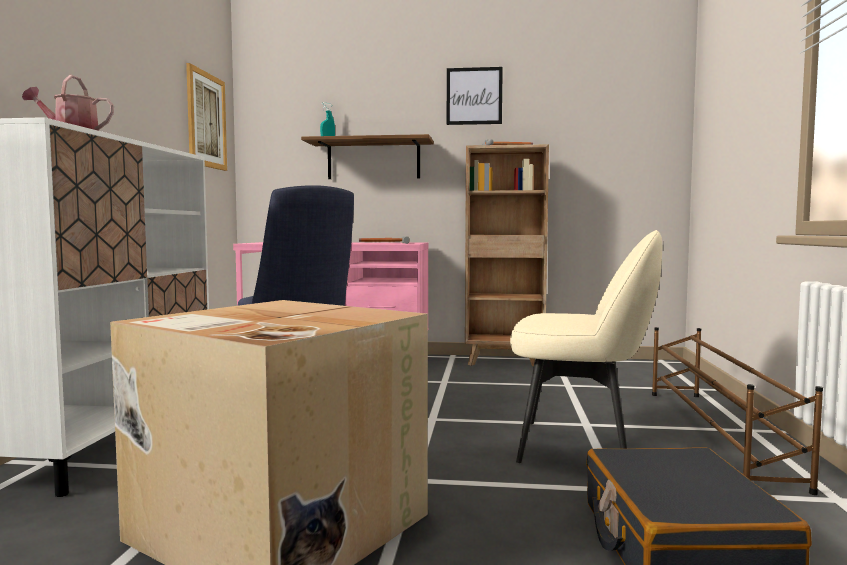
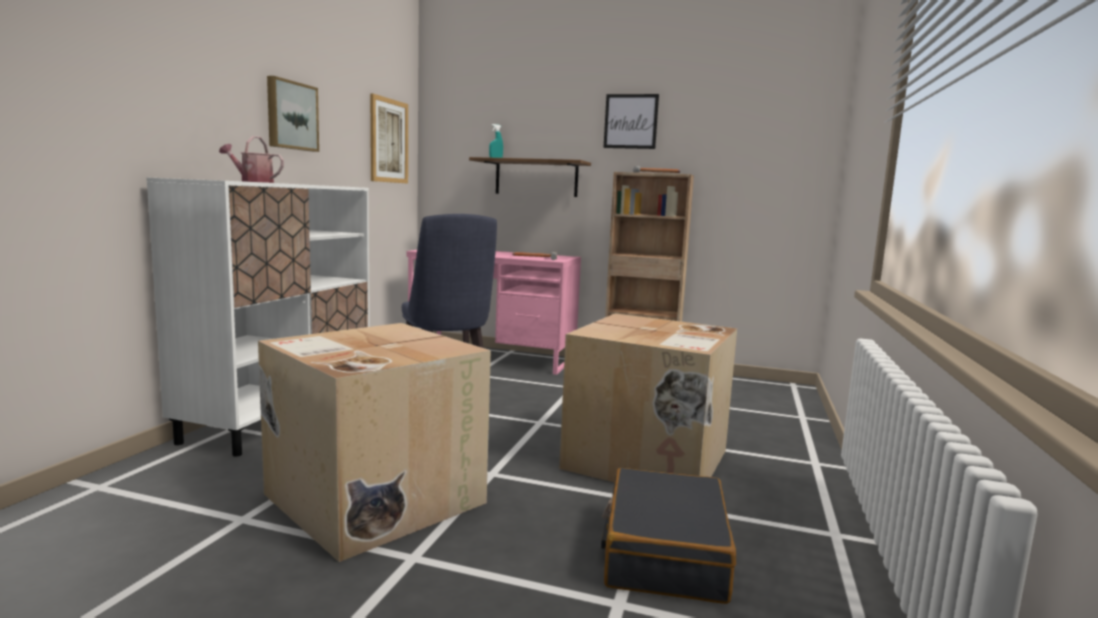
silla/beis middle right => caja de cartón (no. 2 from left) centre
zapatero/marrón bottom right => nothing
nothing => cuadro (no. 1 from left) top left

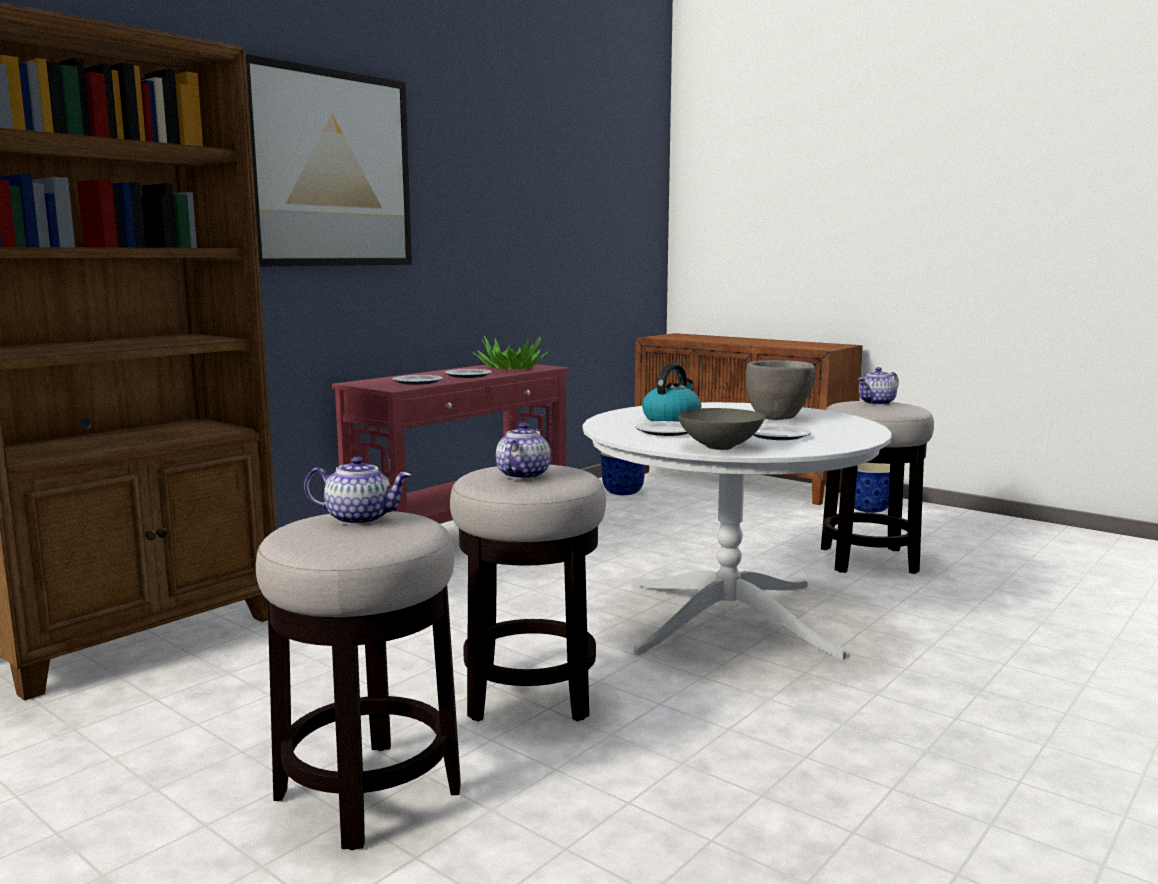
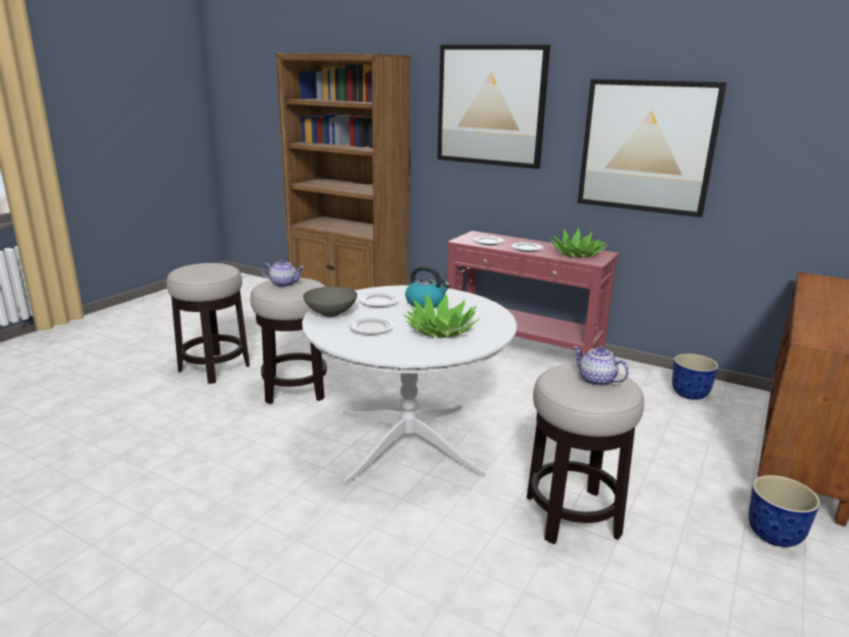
cuenco/gris (no. 2 from left) middle right => planta en maceta (no. 1 from left) centre
tetera (no. 1 from left) middle left => nothing
nothing => cuadro (no. 2 from left) top right

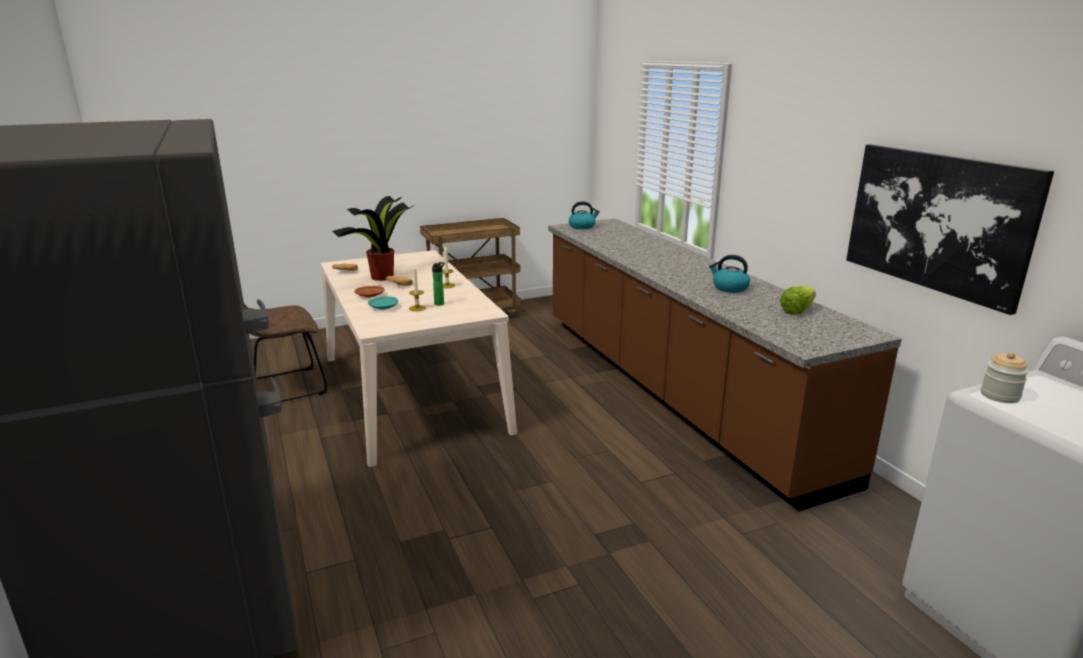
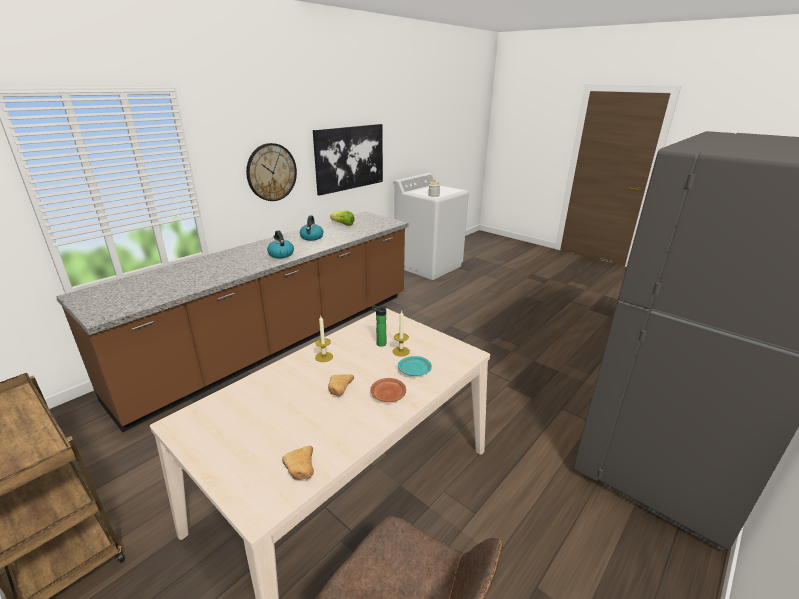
planta en maceta centre => nothing
hervidor (no. 1 from left) top centre => hervidor (no. 1 from left) centre, relocated
nothing => reloj de pared top centre

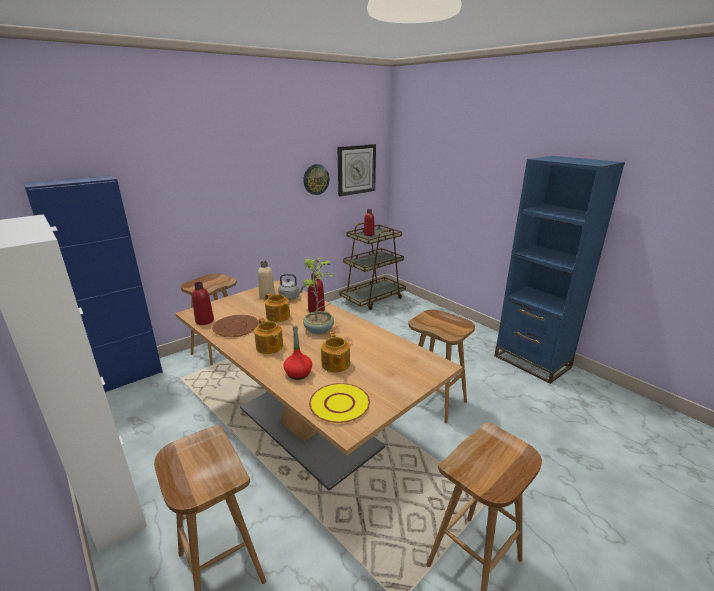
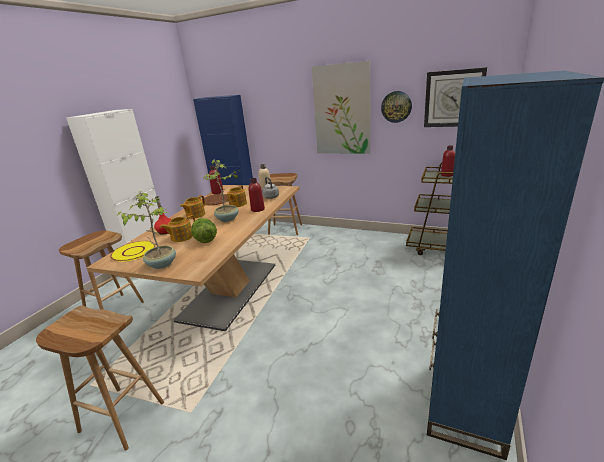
taburete/marrón (no. 3 from left) centre => nothing
nothing => cuadro top centre
nothing => planta en maceta (no. 1 from left) middle left
nothing => lechuga centre

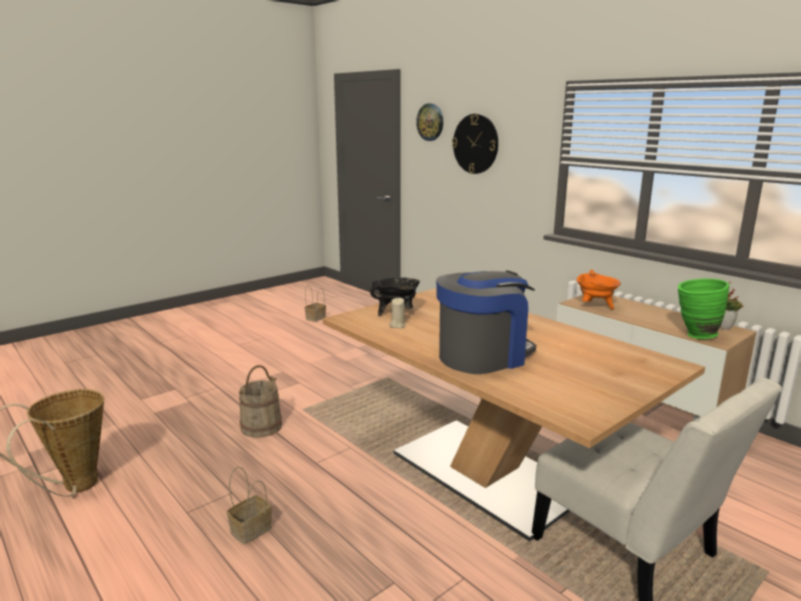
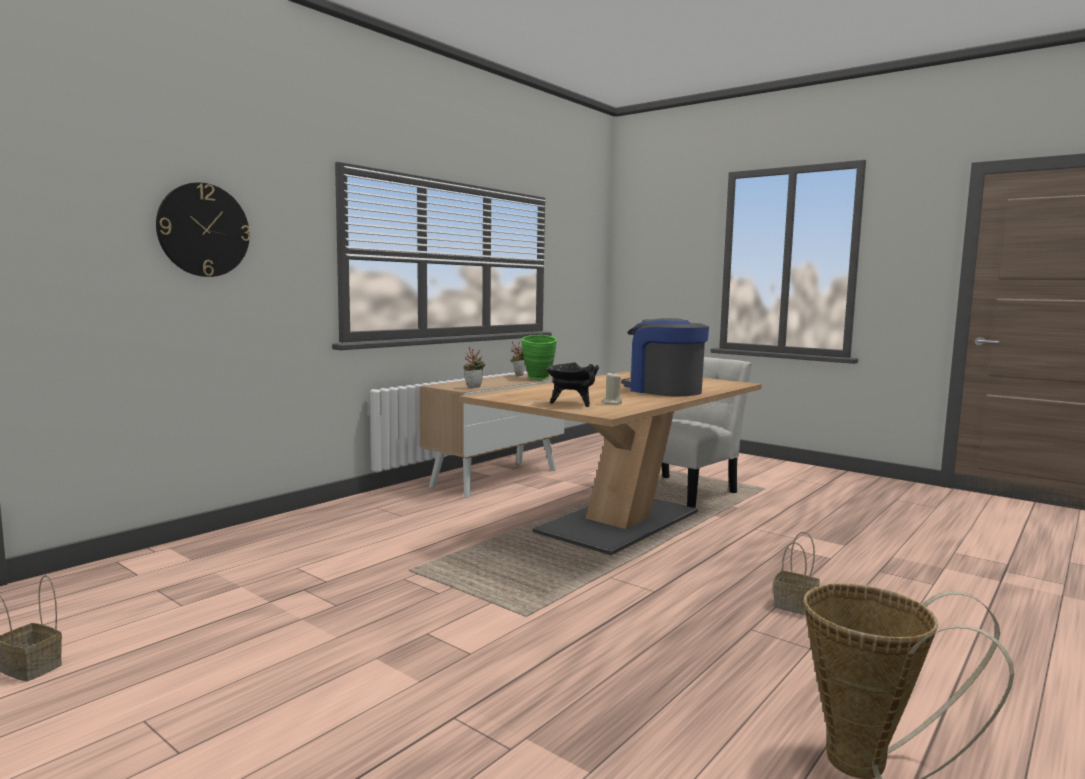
reloj de pared (no. 1 from left) top centre => nothing
olla/naranja middle right => planta en maceta (no. 1 from left) centre
cubo/beis bottom left => nothing

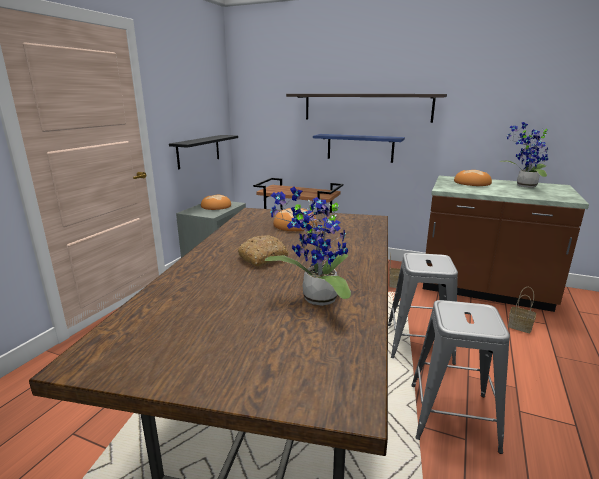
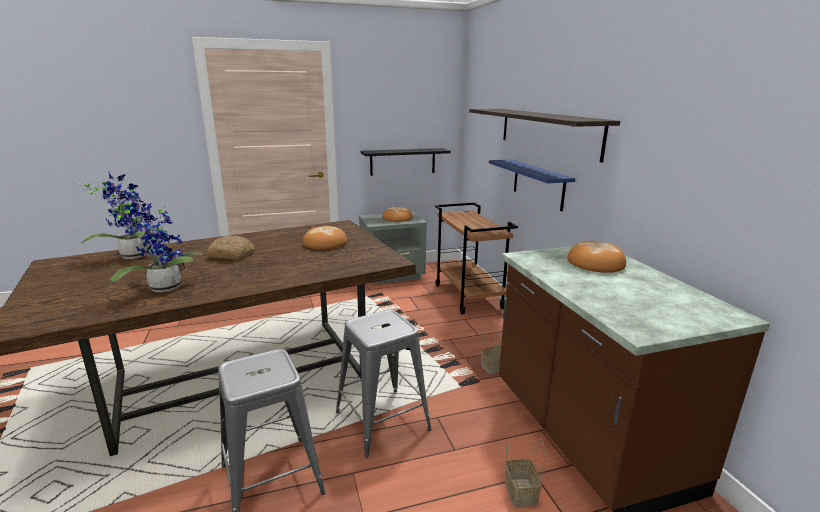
planta en maceta (no. 2 from left in the first image) top right => planta en maceta (no. 1 from left) middle left, relocated

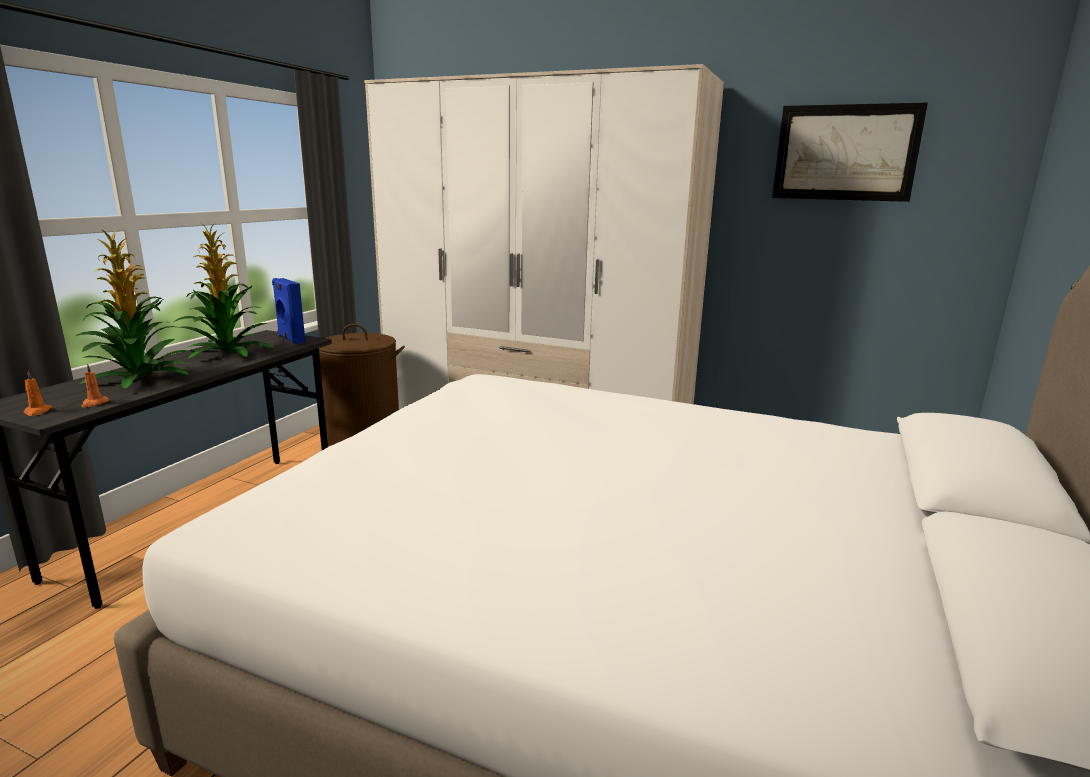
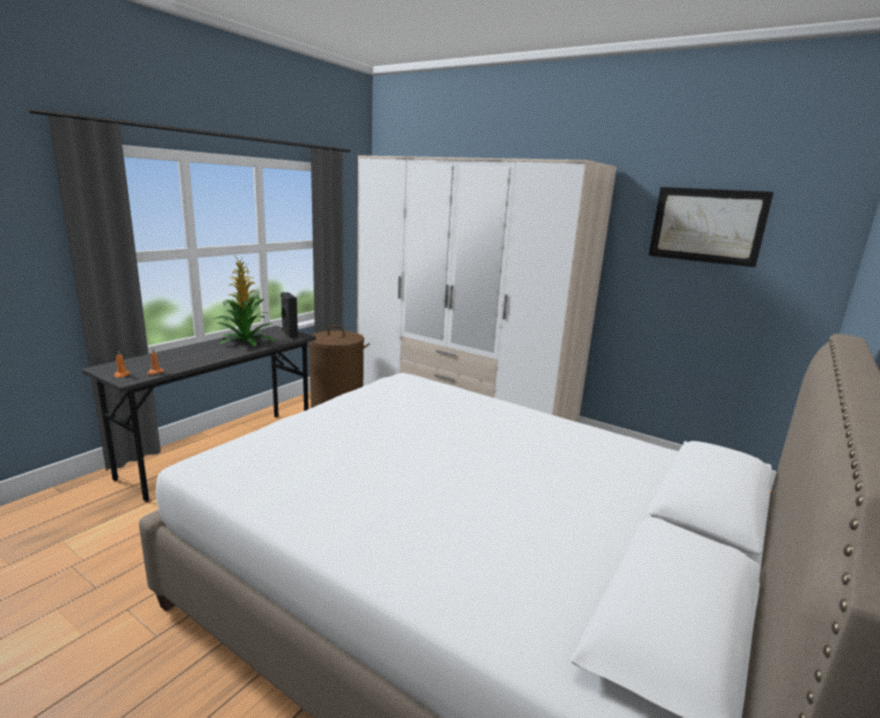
planta en maceta (no. 1 from left) middle left => nothing
altavoz/azul middle left => altavoz/negro middle left

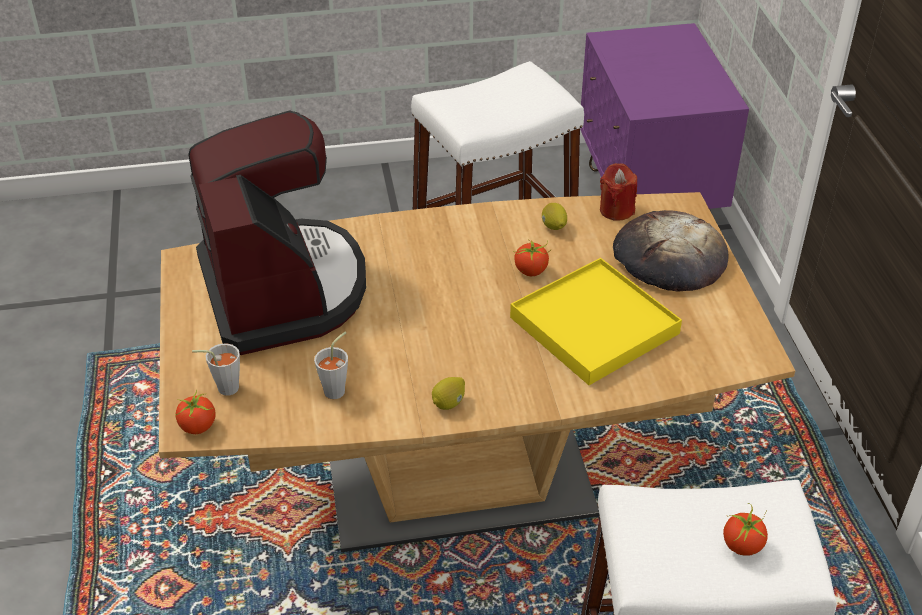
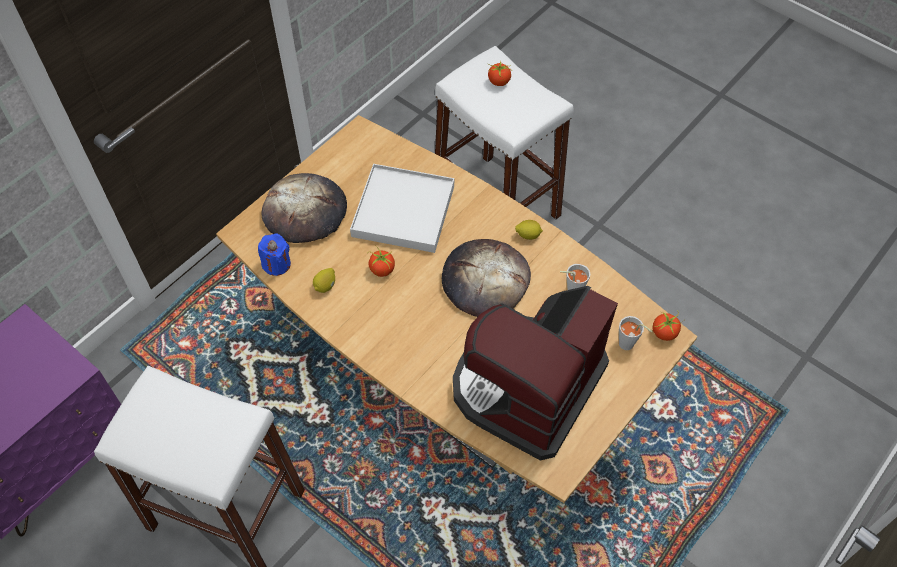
vela/rojo top right => vela/azul middle left
bandeja/amarillo centre => bandeja/blanco centre
nothing => pan (no. 2 from left) centre

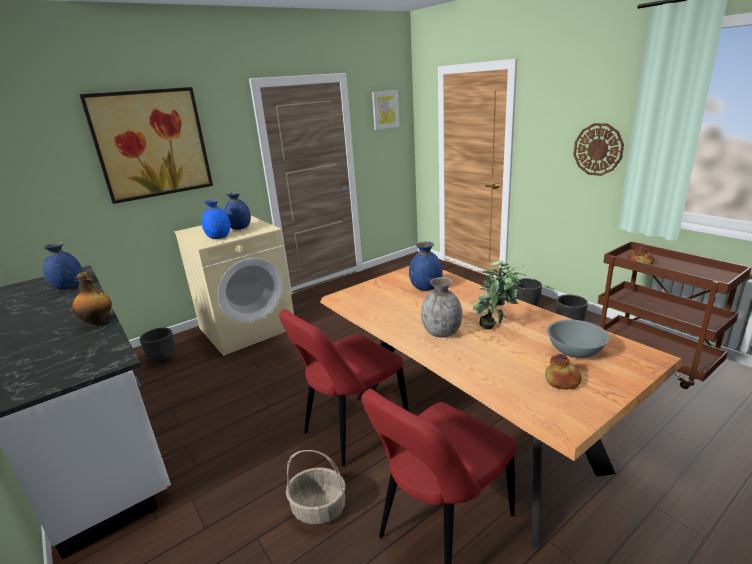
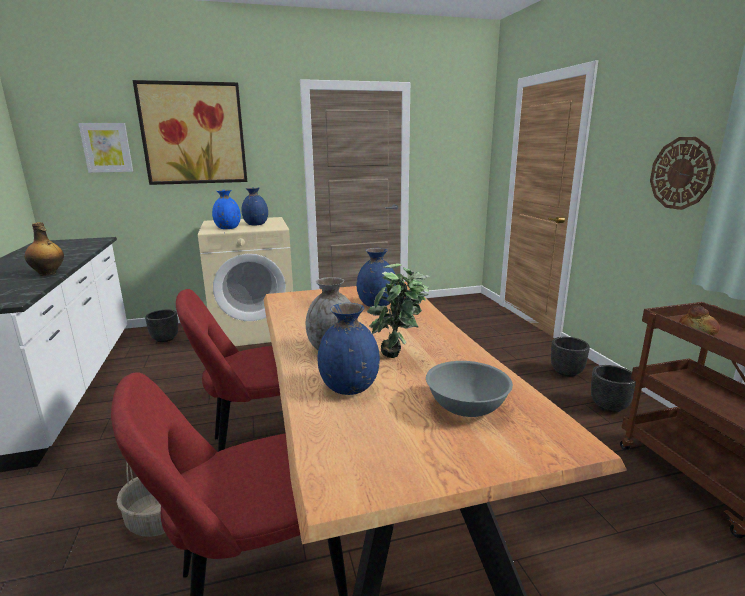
cuadro (no. 2 from left in the first image) top centre => cuadro (no. 1 from left) top left, relocated
florero/azul (no. 1 from left in the first image) middle left => florero/azul (no. 3 from left) centre, relocated
pan (no. 1 from left) middle right => nothing

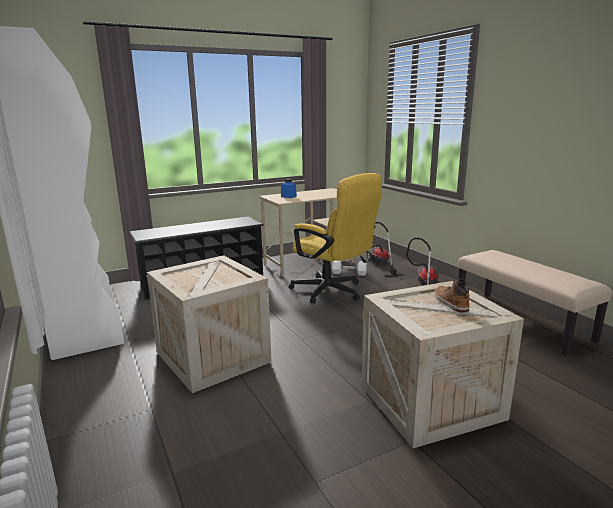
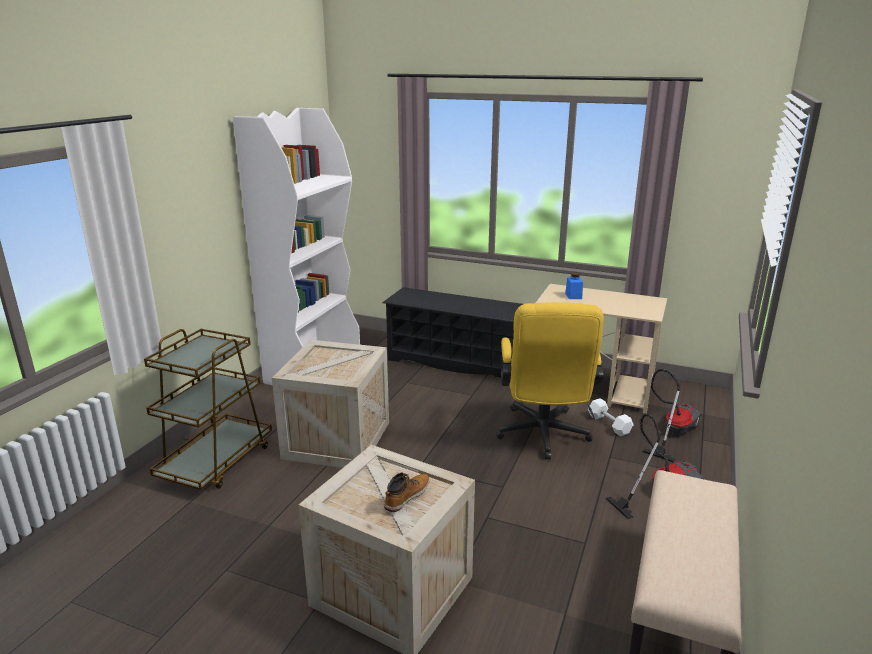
nothing => carrito/marrón middle left

